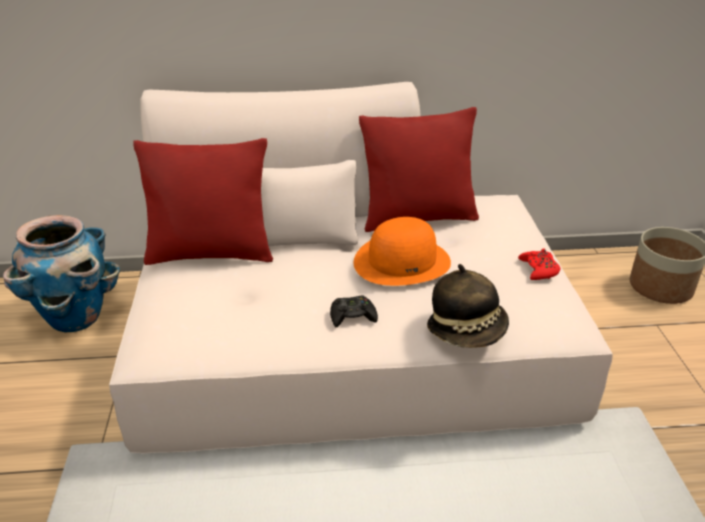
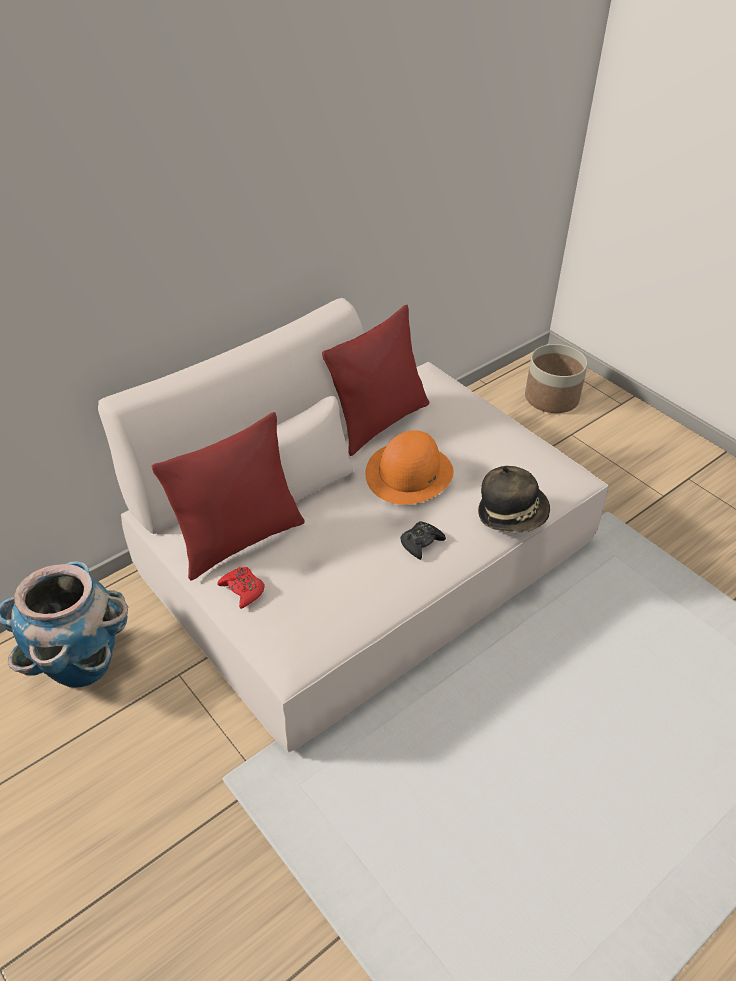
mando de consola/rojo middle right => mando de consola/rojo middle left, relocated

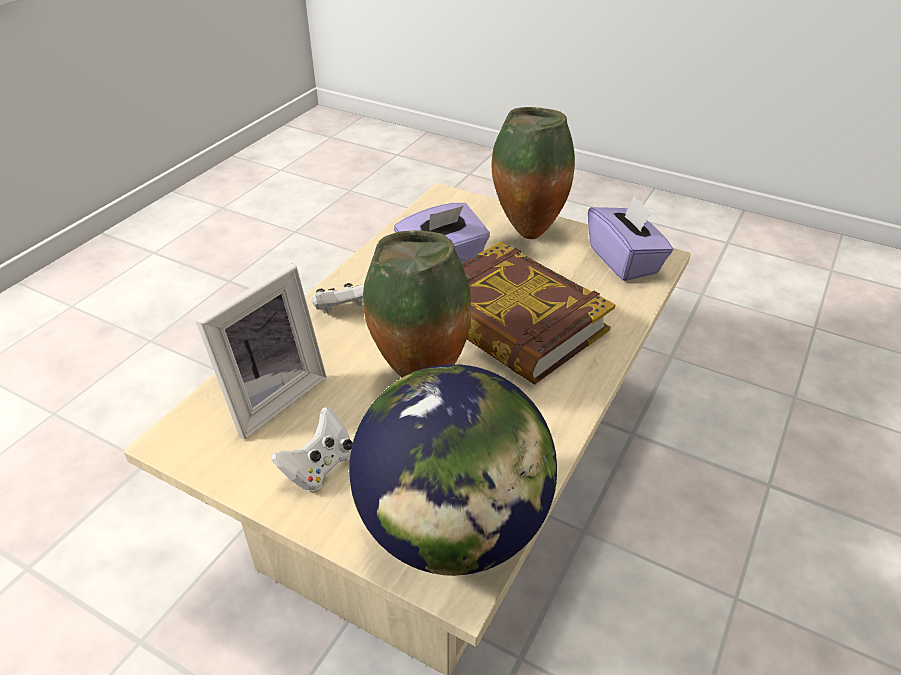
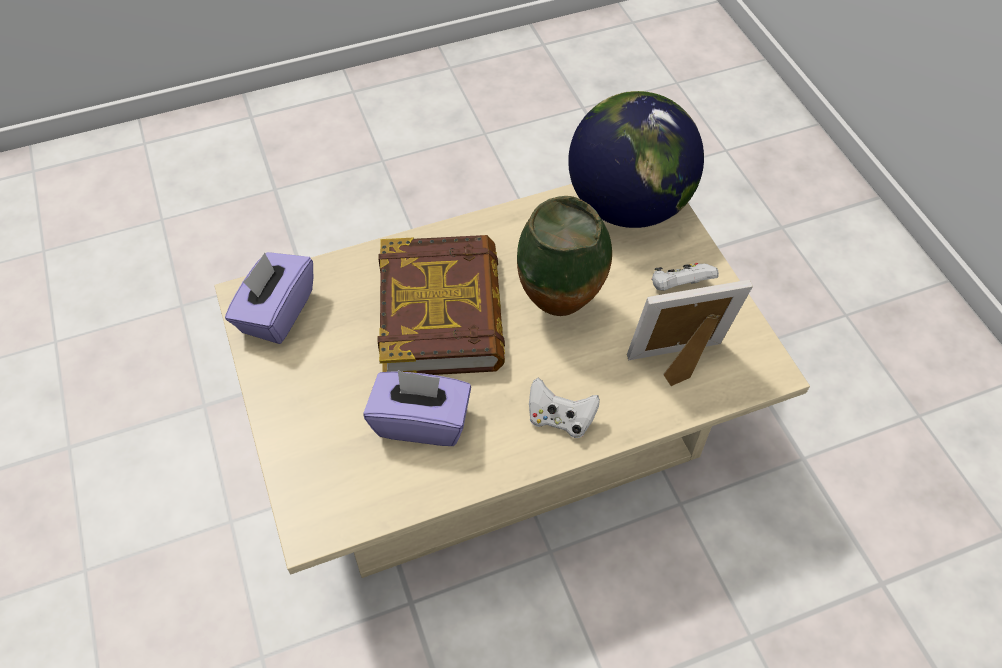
florero (no. 2 from left) top centre => nothing

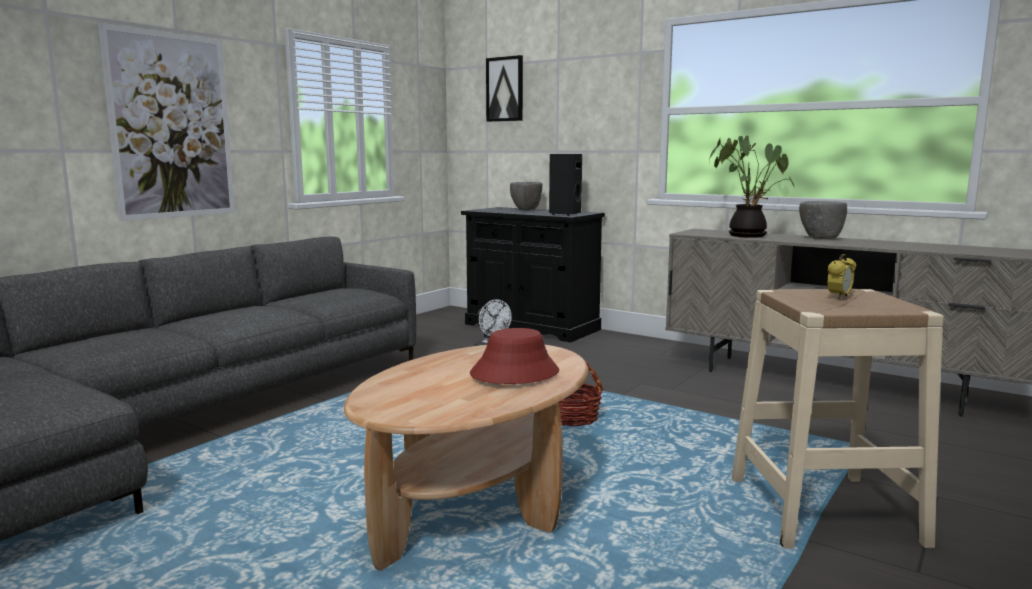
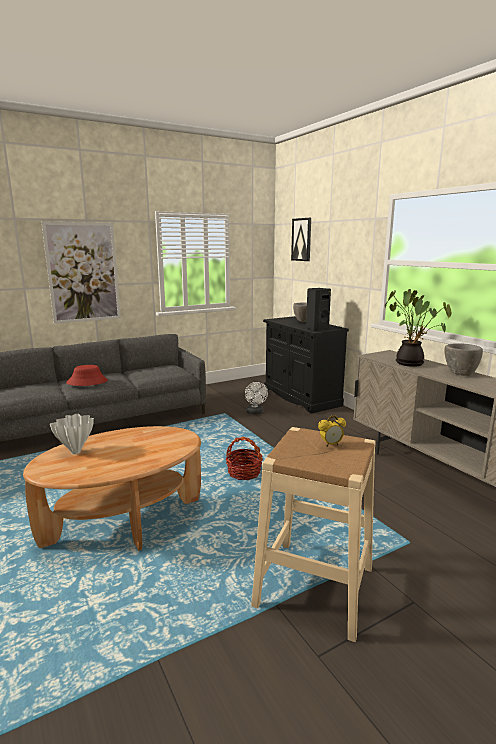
sombrero/rojo centre => sombrero/rojo middle left, relocated
nothing => florero/blanco middle left

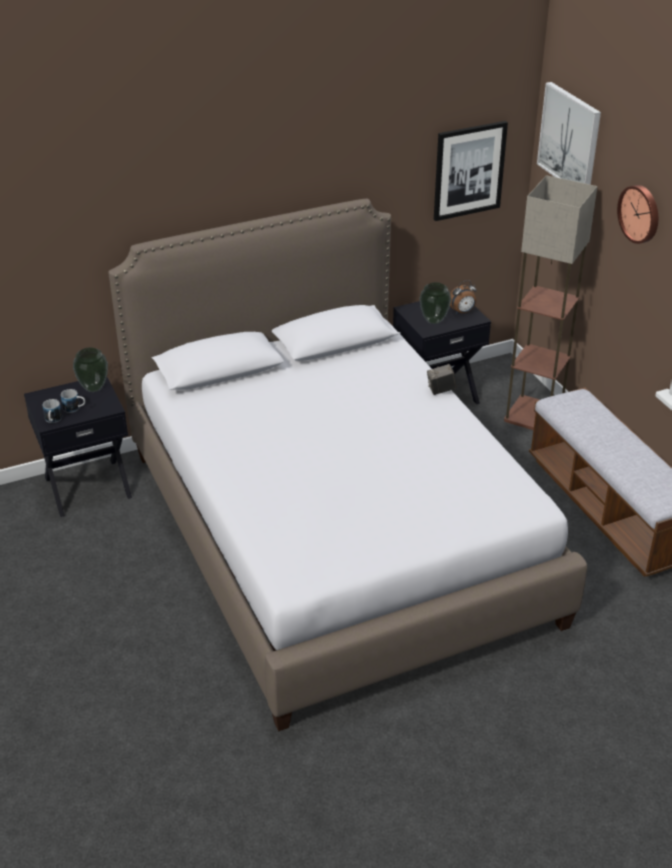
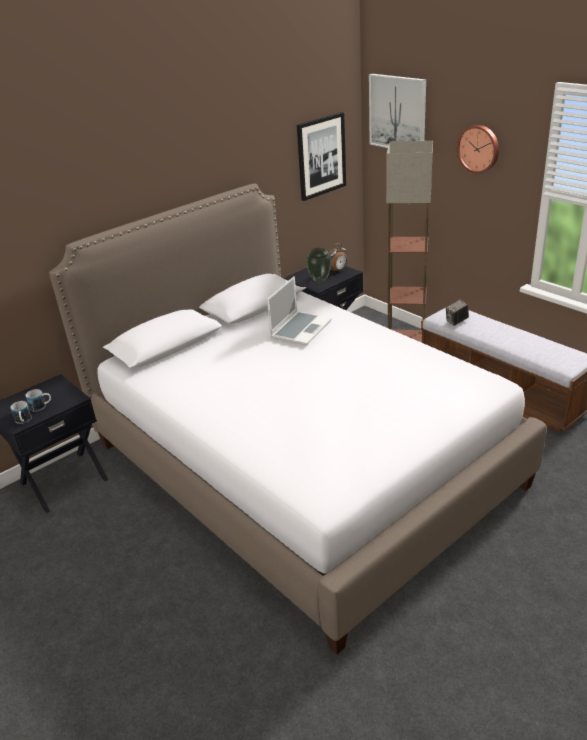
florero (no. 1 from left) middle left => nothing
cámara centre => cámara middle right, relocated
nothing => portátil centre

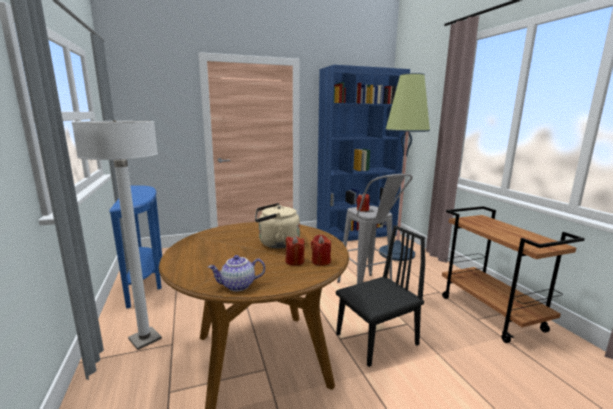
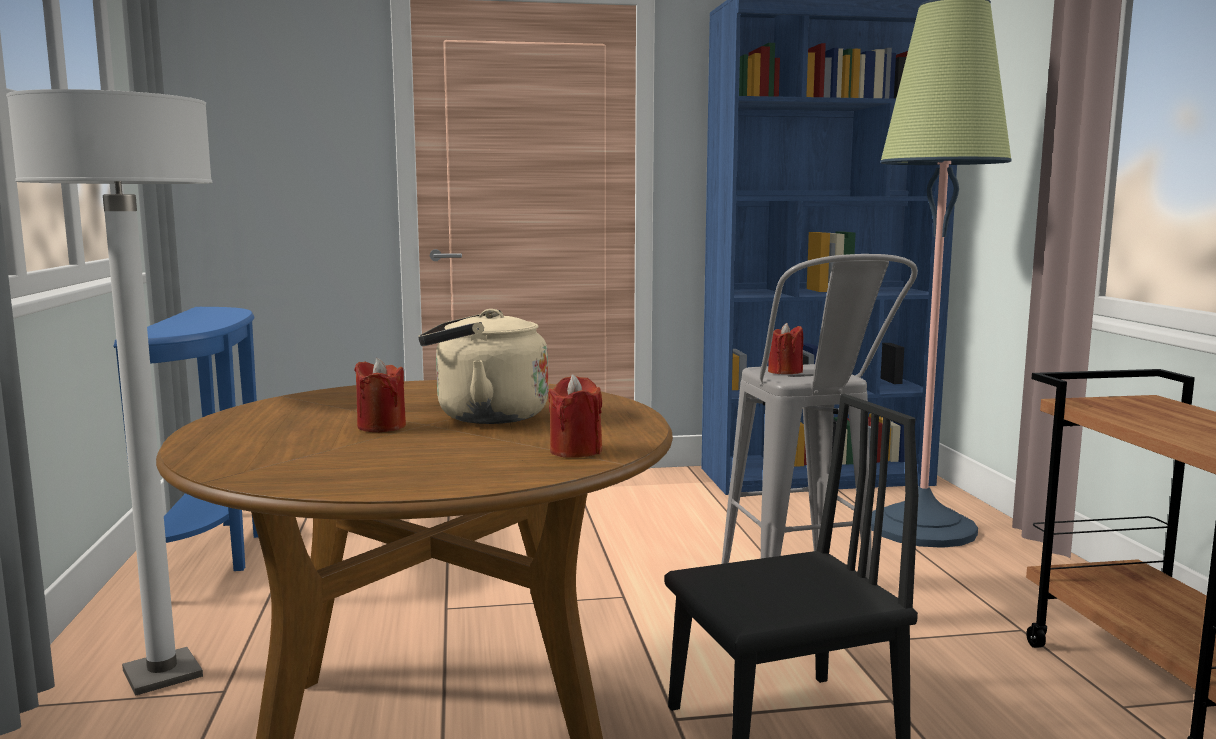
vela/rojo (no. 1 from left) centre => vela/rojo (no. 1 from left) middle left, relocated
tetera bottom centre => nothing

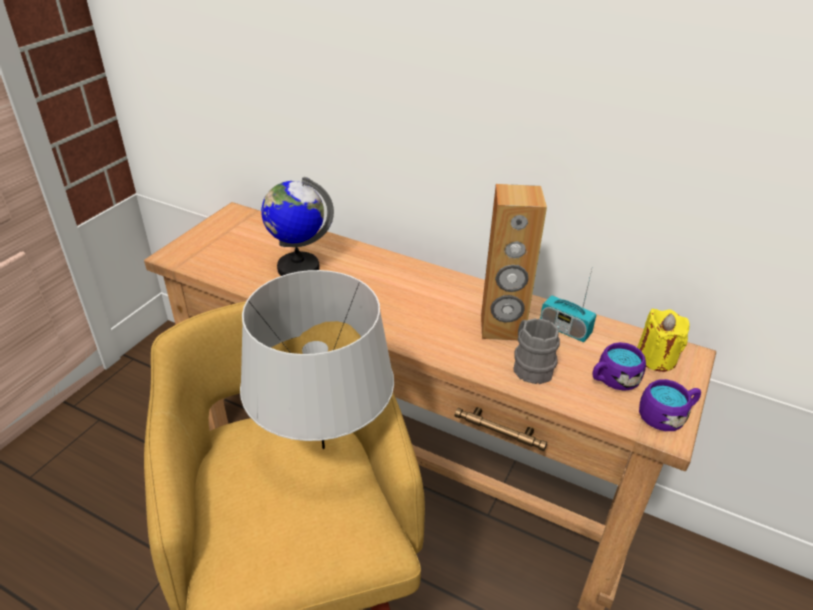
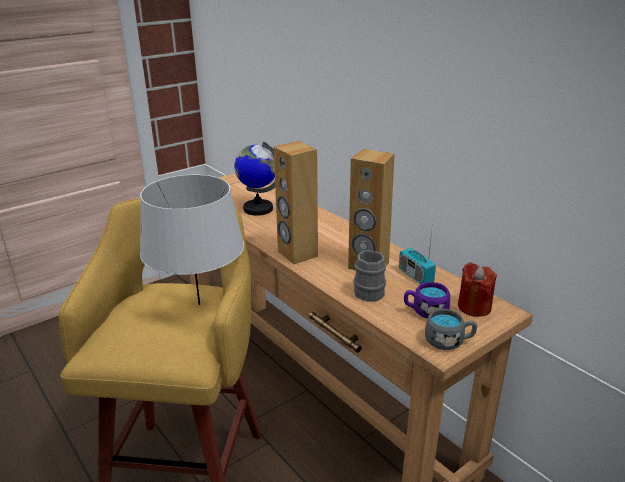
vela/amarillo middle right => vela/rojo middle right
taza grande/morado (no. 2 from left) middle right => taza grande/gris (no. 2 from left) bottom right
nothing => altavoz/marrón (no. 1 from left) centre

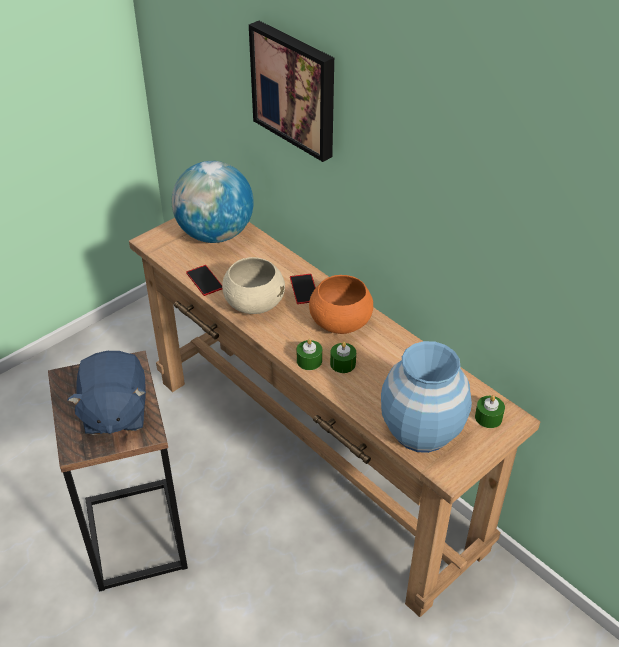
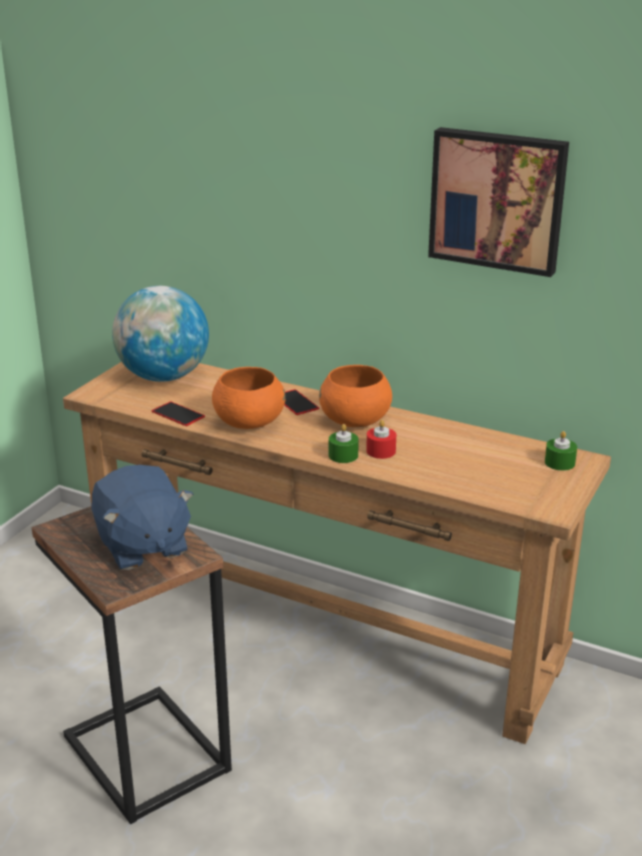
cuadro top centre => cuadro top right, relocated
cuenco/beis centre => cuenco/naranja (no. 1 from left) centre
vela/verde (no. 2 from left) centre => vela/rojo centre
florero/azul middle right => nothing

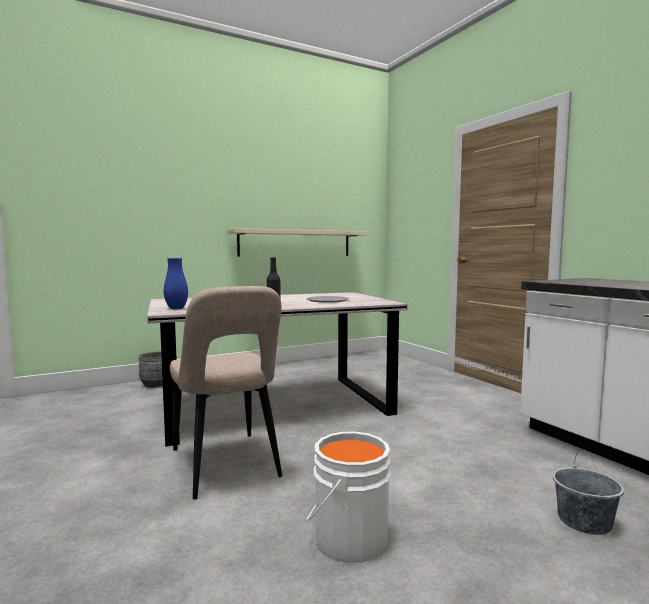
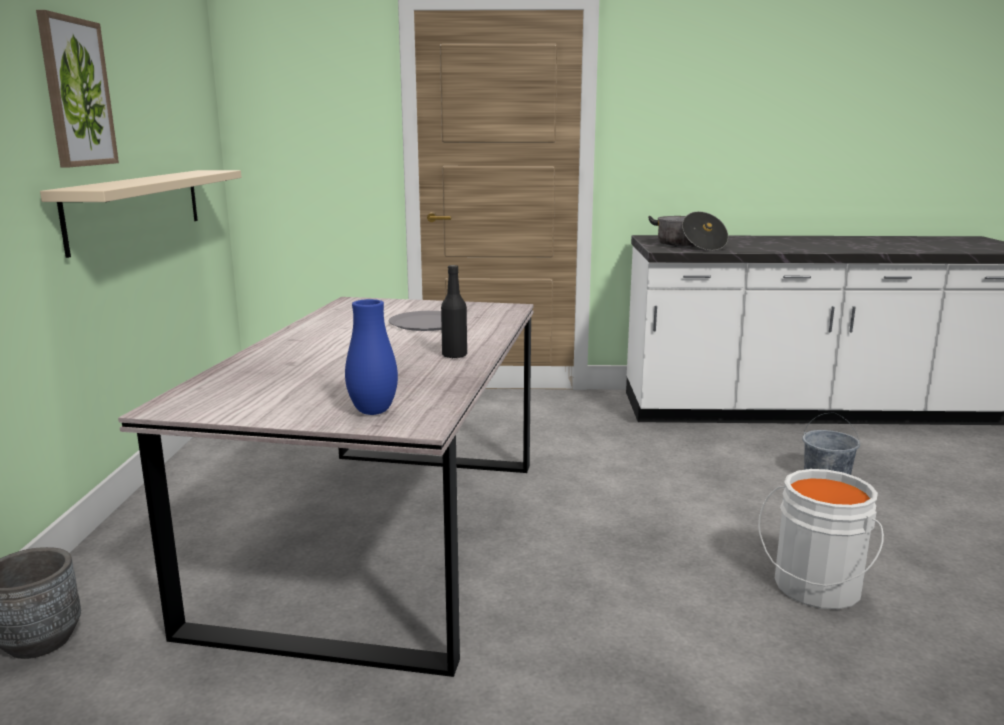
silla/beis centre => nothing
nothing => cuadro top left
nothing => olla top right

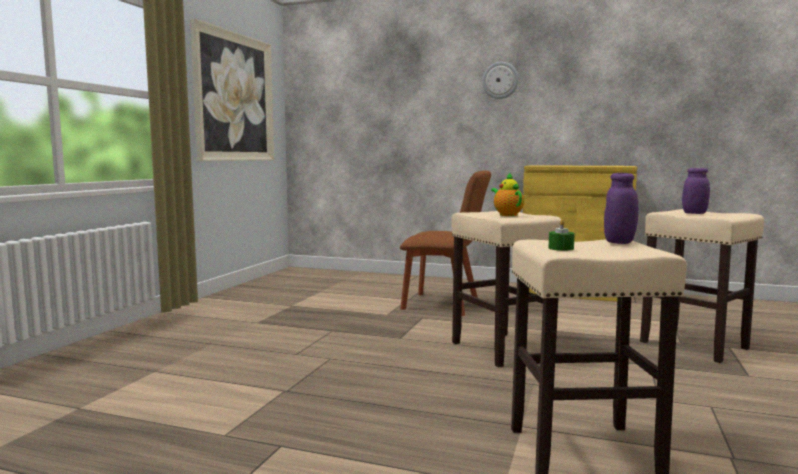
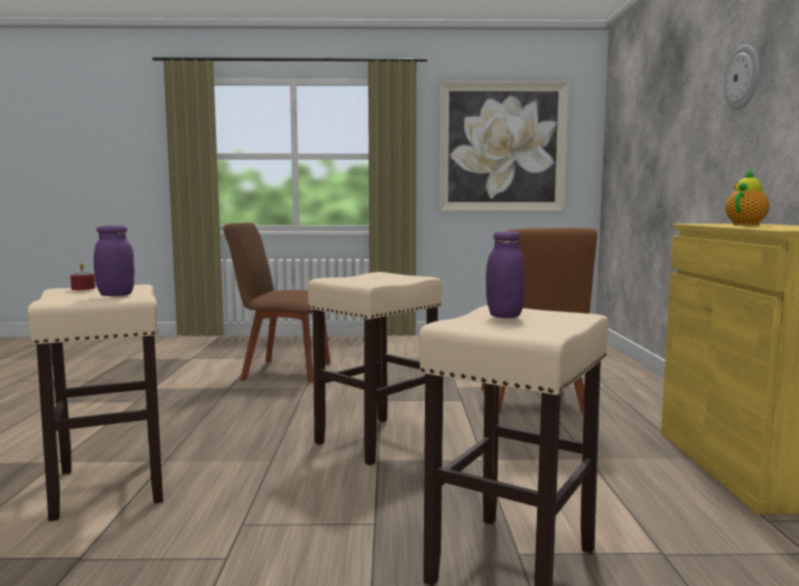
tetera centre => tetera middle right, relocated
vela/verde middle right => vela/rojo middle left
nothing => silla/marrón (no. 1 from left) centre

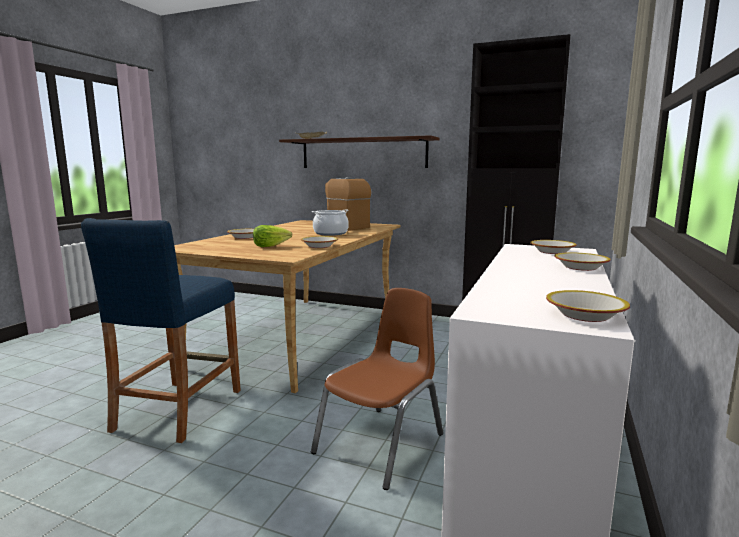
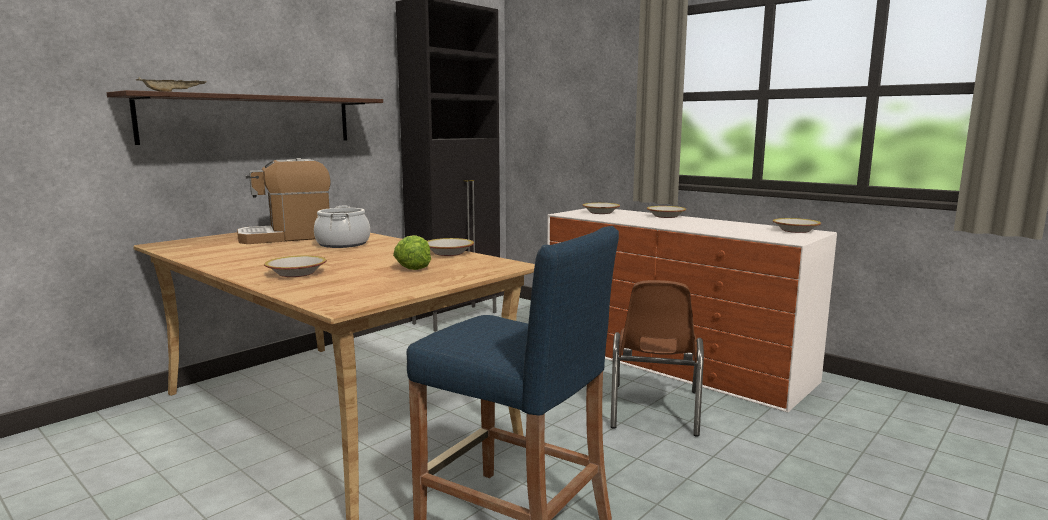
silla/marrón bottom centre, 135 degrees counterclockwise

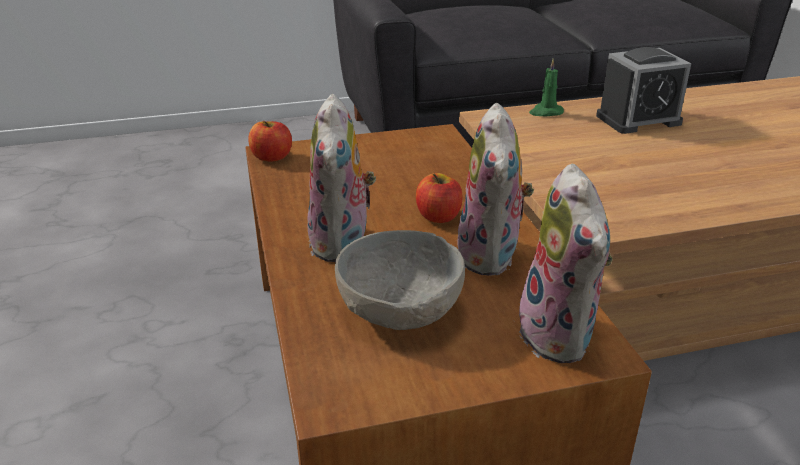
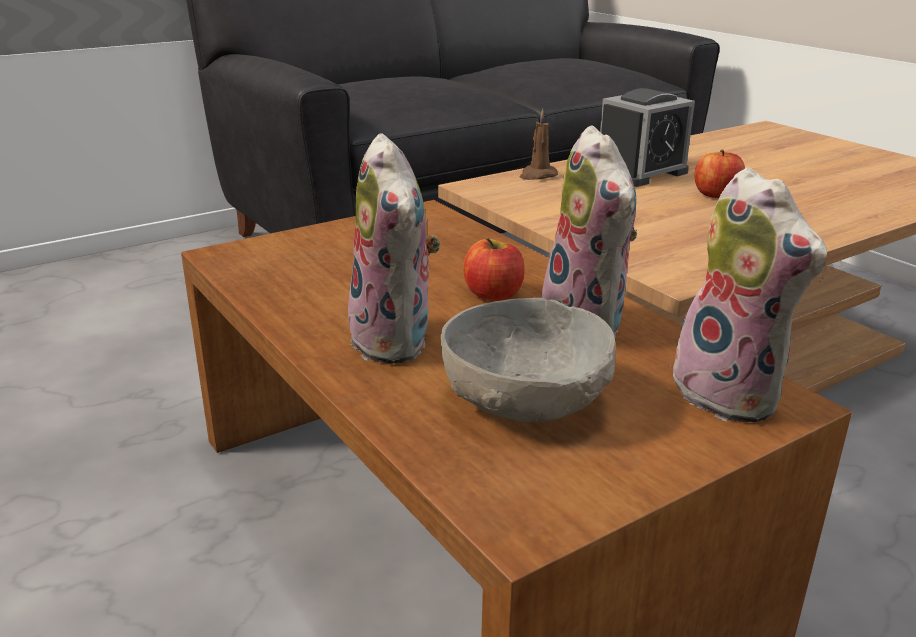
vela/verde top right => vela/marrón top centre
manzana (no. 1 from left in the first image) top centre => manzana (no. 2 from left) top right, relocated

